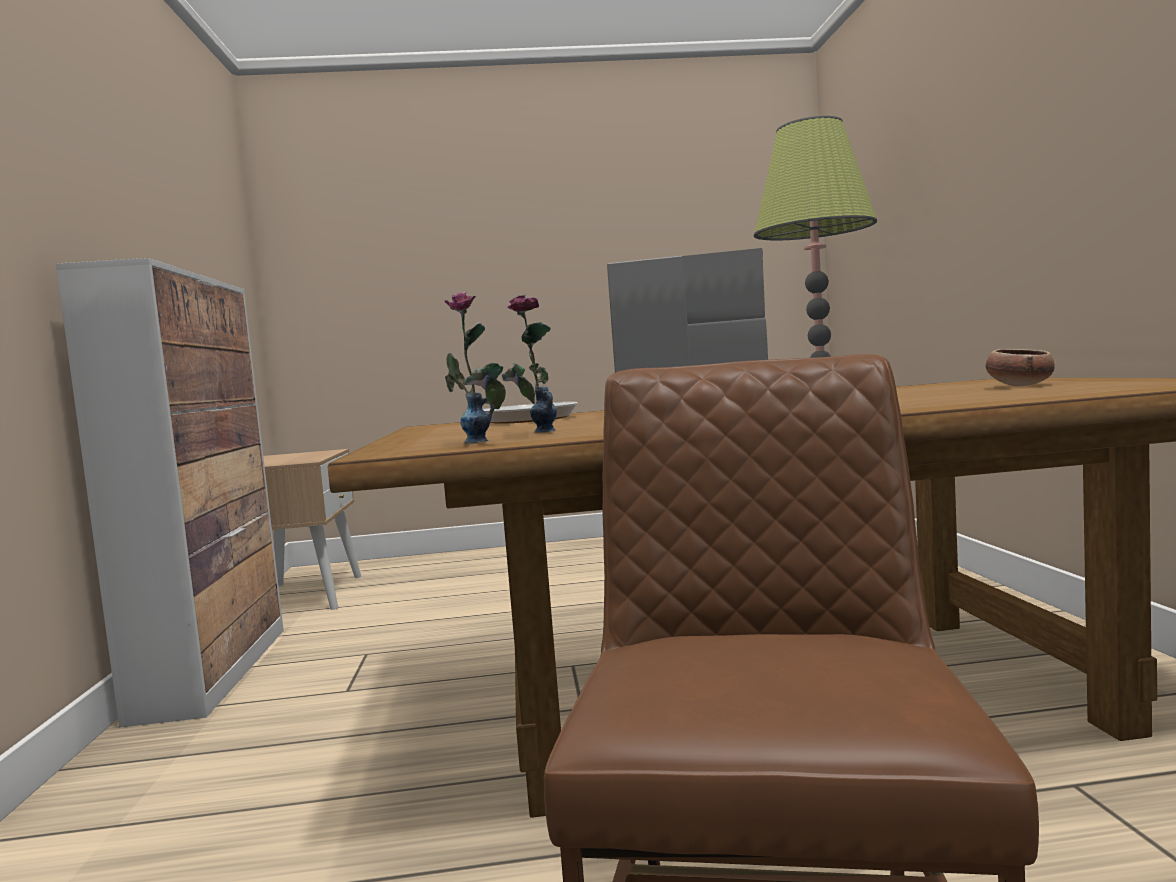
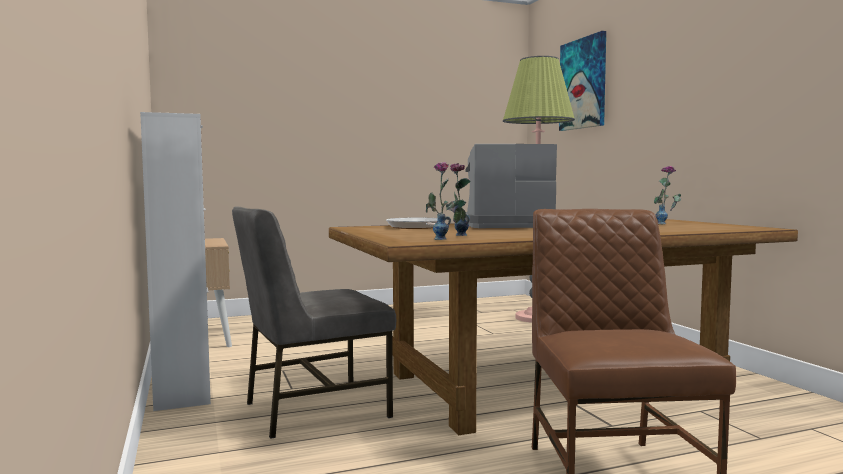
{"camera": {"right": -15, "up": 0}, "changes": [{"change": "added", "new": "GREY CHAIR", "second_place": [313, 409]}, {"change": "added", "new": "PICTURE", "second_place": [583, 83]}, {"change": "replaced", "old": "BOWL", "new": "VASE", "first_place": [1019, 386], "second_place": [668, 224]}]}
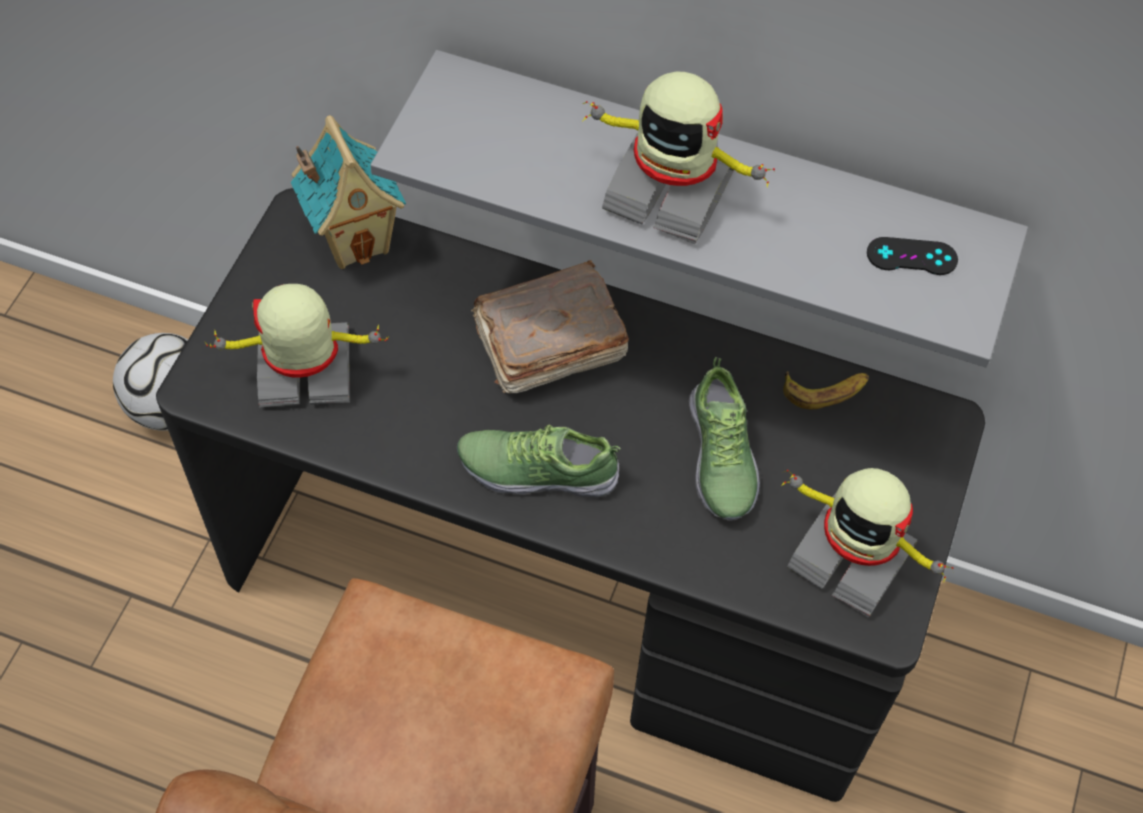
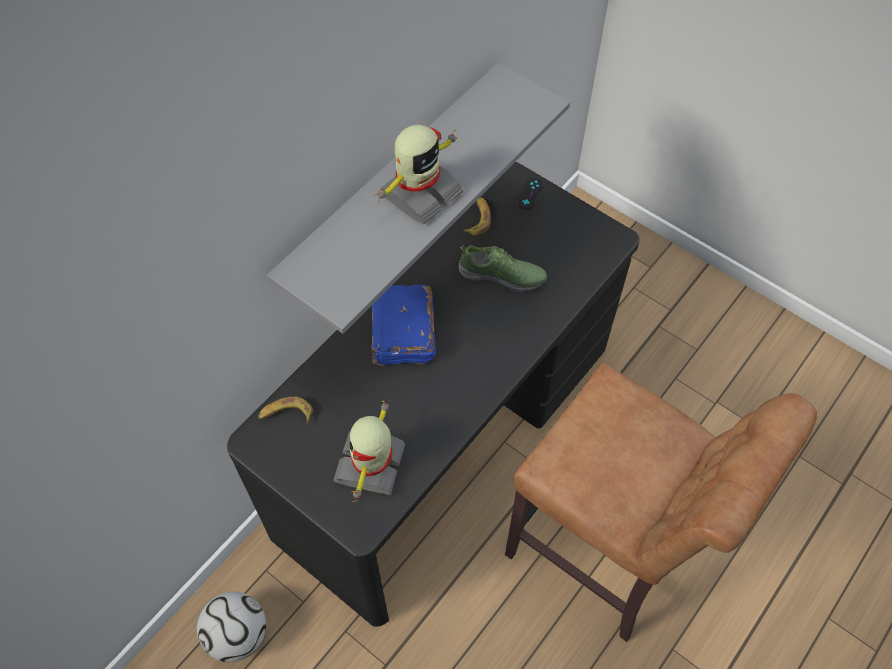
{"camera": {"right": -70, "up": 0}, "changes": [{"change": "replaced", "old": "TOY HOUSE", "new": "BANANA", "first_place": [356, 240], "second_place": [286, 414]}, {"change": "recoloured", "old": "BROWN BOOK", "new": "BLUE BOOK", "first_place": [547, 344], "second_place": [401, 334]}, {"change": "moved", "old": "BLACK GAME CONTROLLER", "first_place": [911, 256], "second_place": [530, 194]}, {"change": "removed", "old": "SHOE", "first_place": [537, 469]}, {"change": "removed", "old": "TOY ROBOT", "first_place": [852, 555]}]}
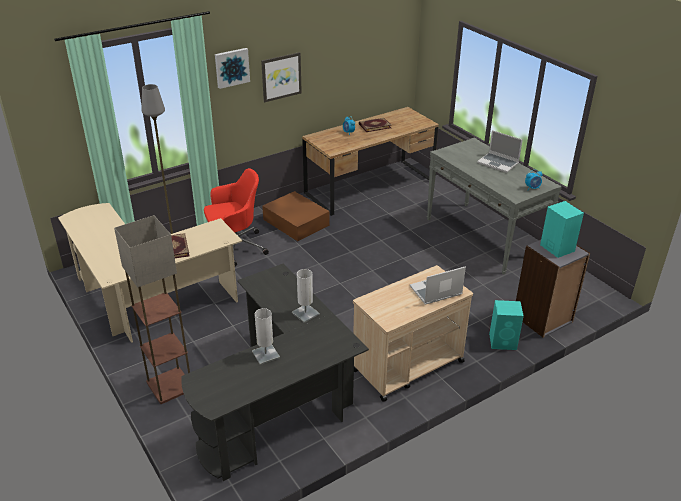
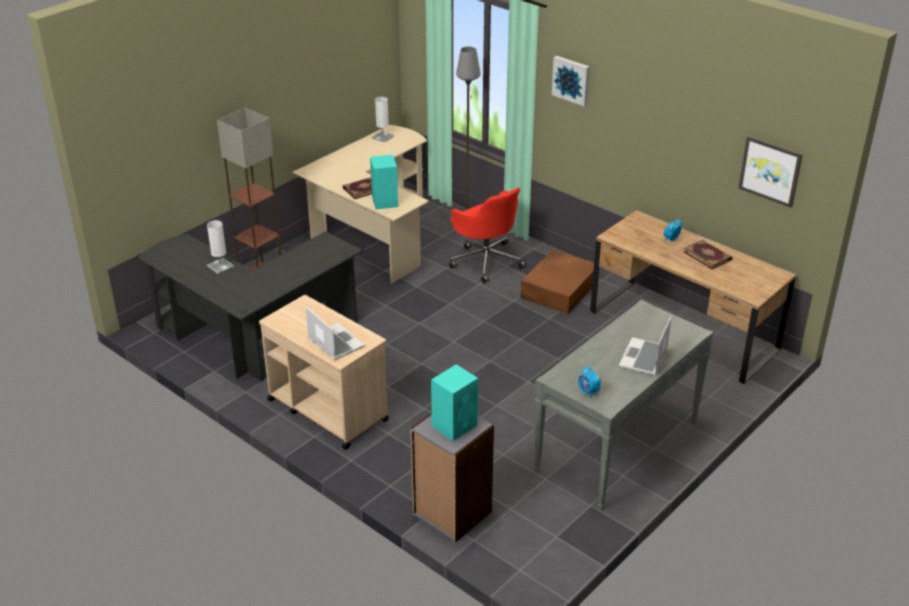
{"camera": {"right": 75, "up": 0}, "changes": [{"change": "moved", "old": "TURQUOISE SPEAKER", "first_place": [503, 342], "second_place": [385, 202]}, {"change": "moved", "old": "WHITE TABLE LAMP", "first_place": [305, 313], "second_place": [382, 137]}, {"change": "moved", "old": "PICTURE", "first_place": [281, 76], "second_place": [770, 171]}]}
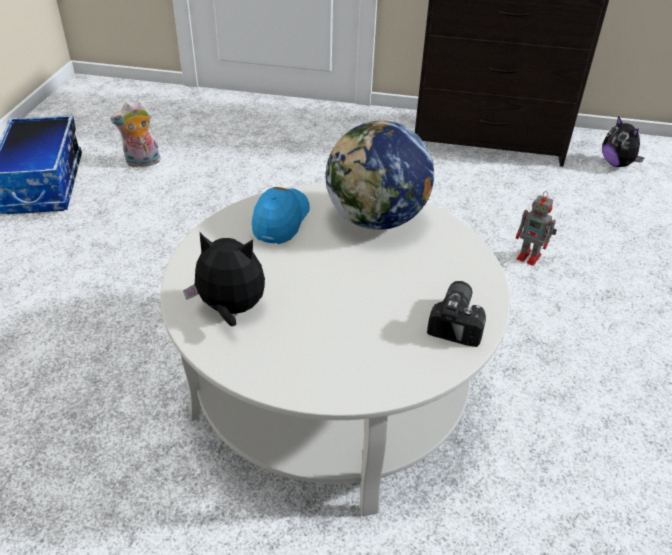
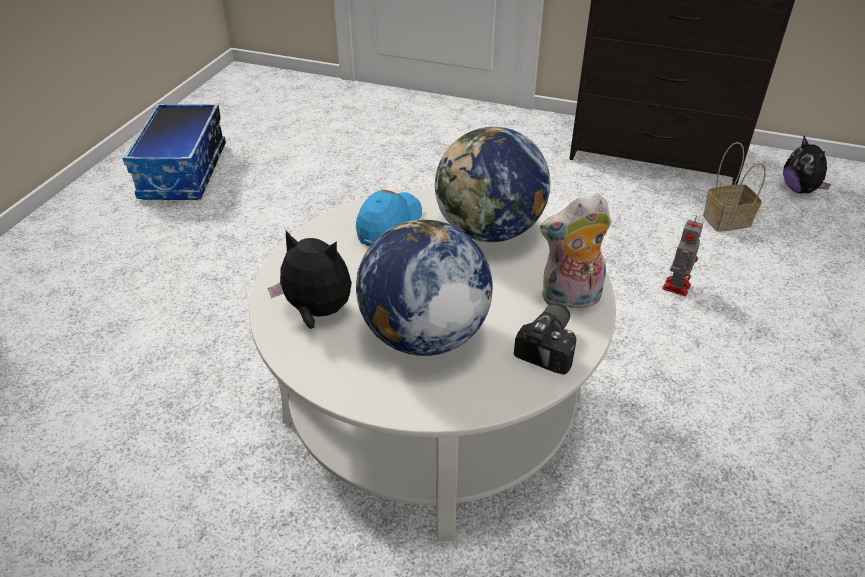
{"camera": {"right": 10, "up": 0}, "changes": [{"change": "added", "new": "GLOBE", "second_place": [423, 336]}, {"change": "moved", "old": "PLUSH TOY", "first_place": [142, 163], "second_place": [570, 299]}, {"change": "turned", "old": "TOY ROBOT", "first_place": [530, 257], "second_place": [676, 286], "degrees": -105}, {"change": "added", "new": "BASKET", "second_place": [727, 220]}]}
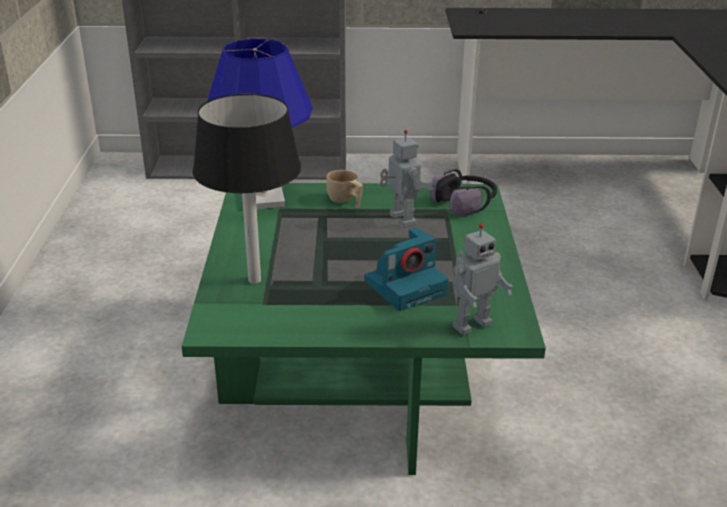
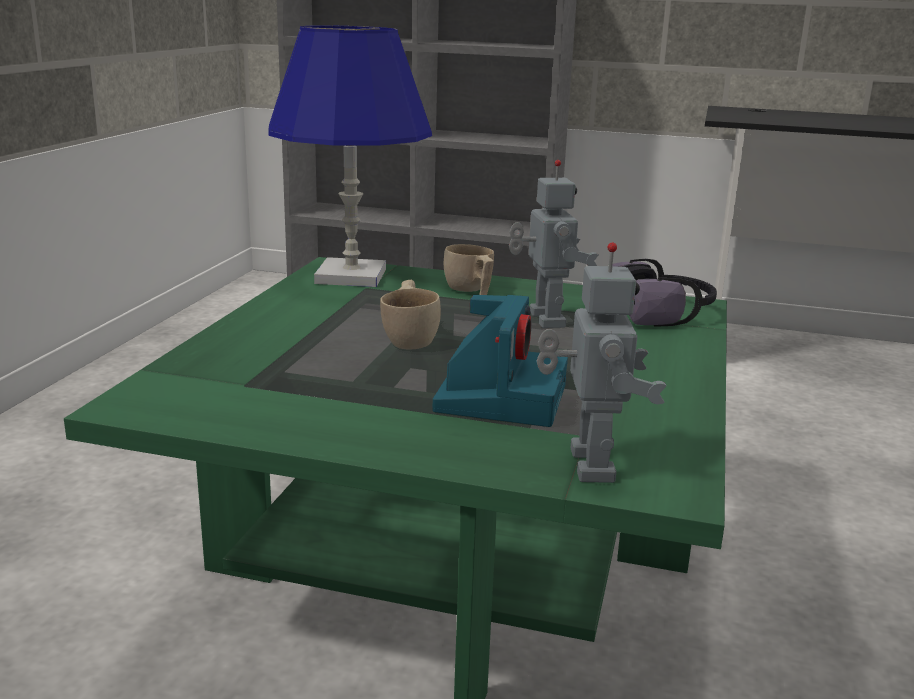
{"camera": {"right": 15, "up": -10}, "changes": [{"change": "added", "new": "BEIGE CUP", "second_place": [411, 338]}, {"change": "turned", "old": "PHOTO CAMERA", "first_place": [406, 286], "second_place": [500, 396], "degrees": -60}, {"change": "turned", "old": "TOY ROBOT", "first_place": [471, 324], "second_place": [587, 465], "degrees": -75}, {"change": "removed", "old": "BLACK TABLE LAMP", "first_place": [255, 280]}]}
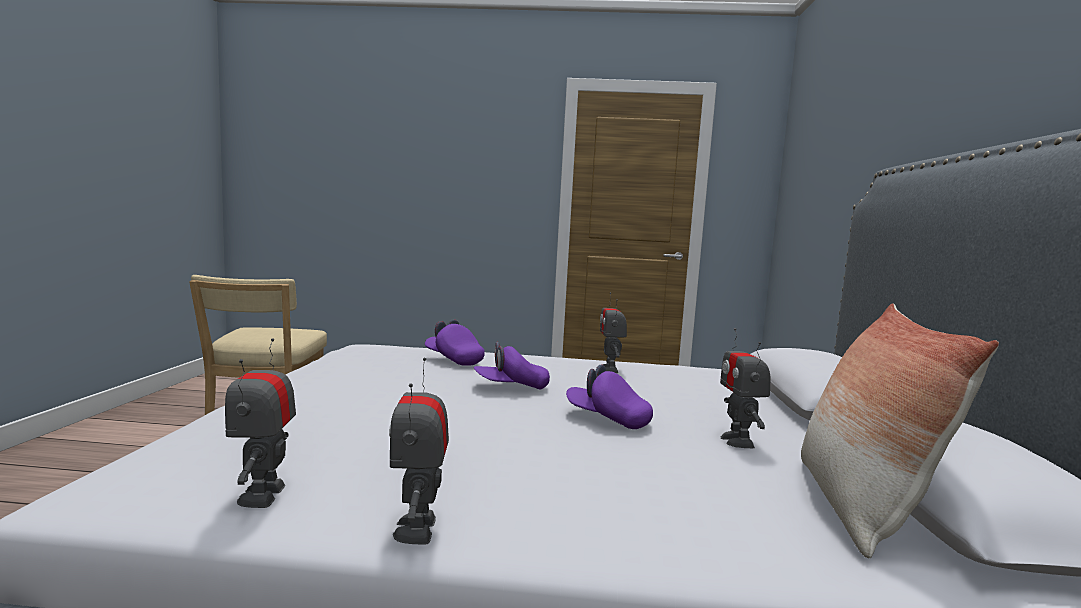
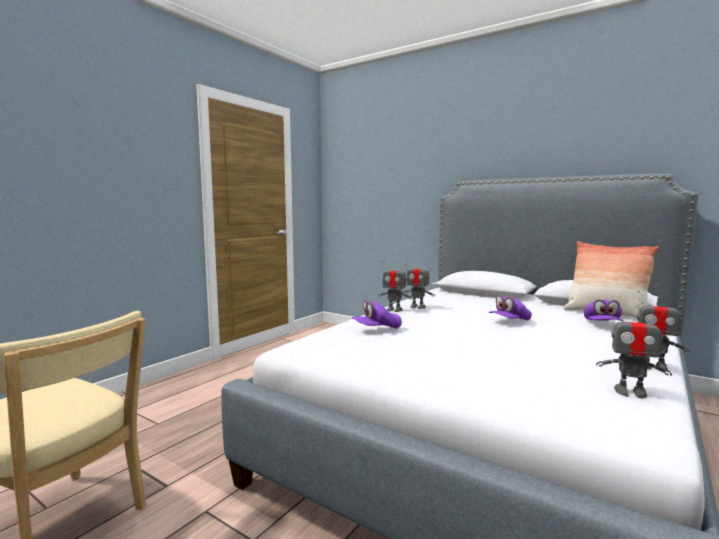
{"camera": {"right": -60, "up": 0}, "changes": [{"change": "moved", "old": "TOY ROBOT", "first_place": [738, 441], "second_place": [394, 310]}, {"change": "moved", "old": "PURPLE CAP", "first_place": [511, 387], "second_place": [602, 325]}]}
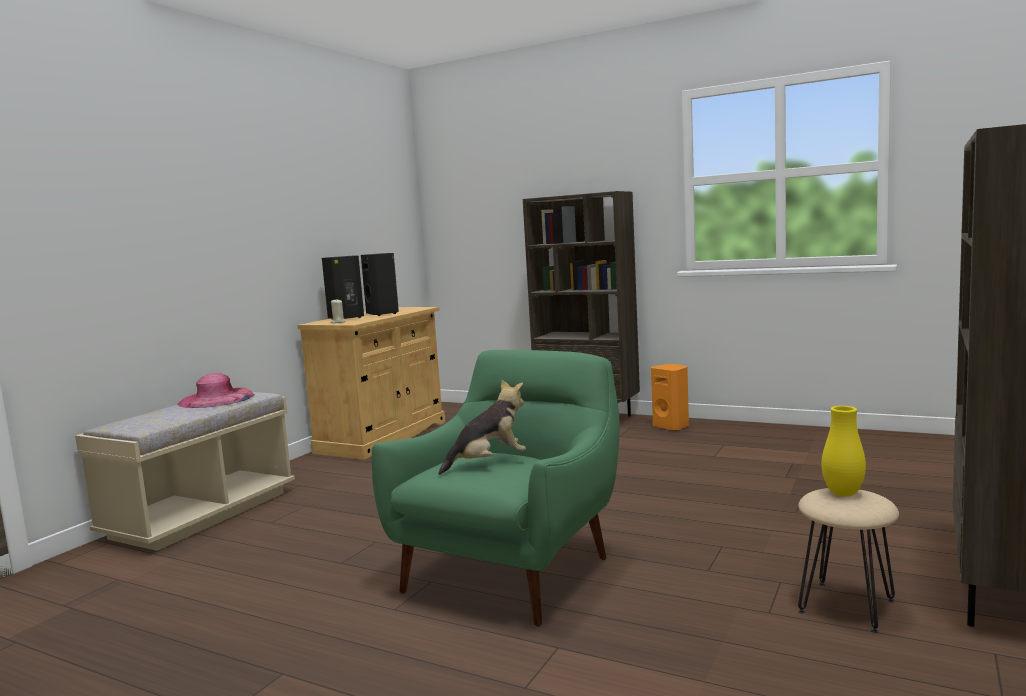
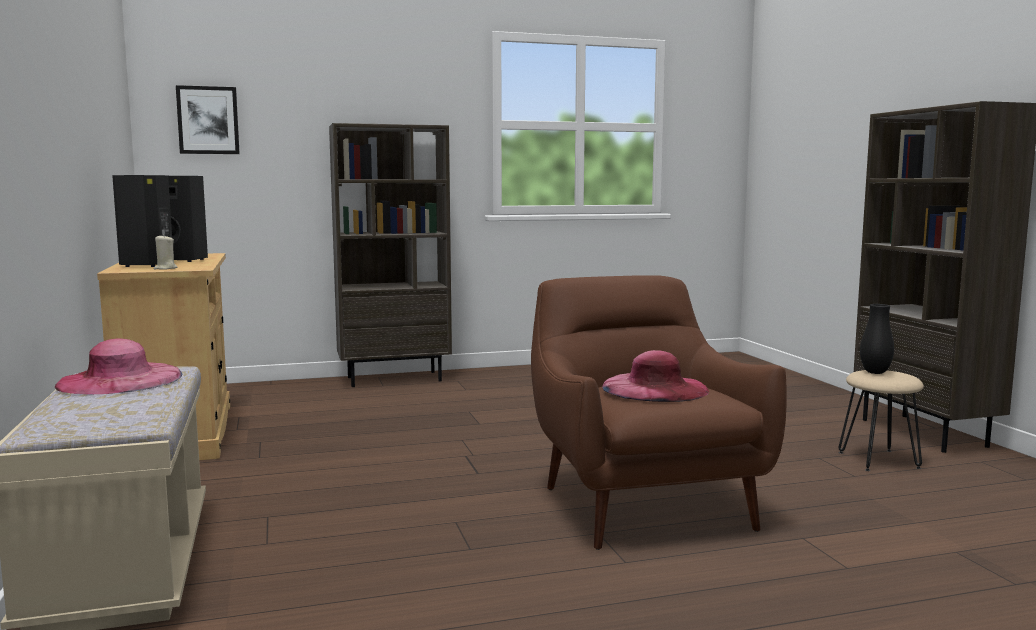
{"camera": {"right": -45, "up": 0}, "changes": [{"change": "added", "new": "PICTURE", "second_place": [208, 120]}, {"change": "recoloured", "old": "GREEN ARMCHAIR", "new": "BROWN ARMCHAIR", "first_place": [512, 570], "second_place": [642, 504]}, {"change": "replaced", "old": "PLUSH TOY", "new": "PINK HAT", "first_place": [488, 463], "second_place": [655, 388]}, {"change": "recoloured", "old": "YELLOW VASE", "new": "BLACK VASE", "first_place": [843, 493], "second_place": [875, 372]}, {"change": "removed", "old": "ORANGE SPEAKER", "first_place": [672, 426]}]}
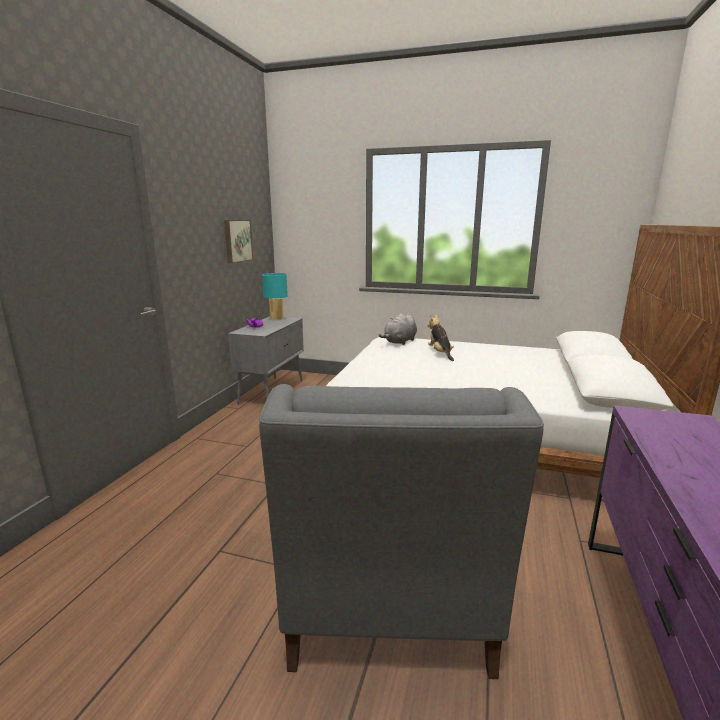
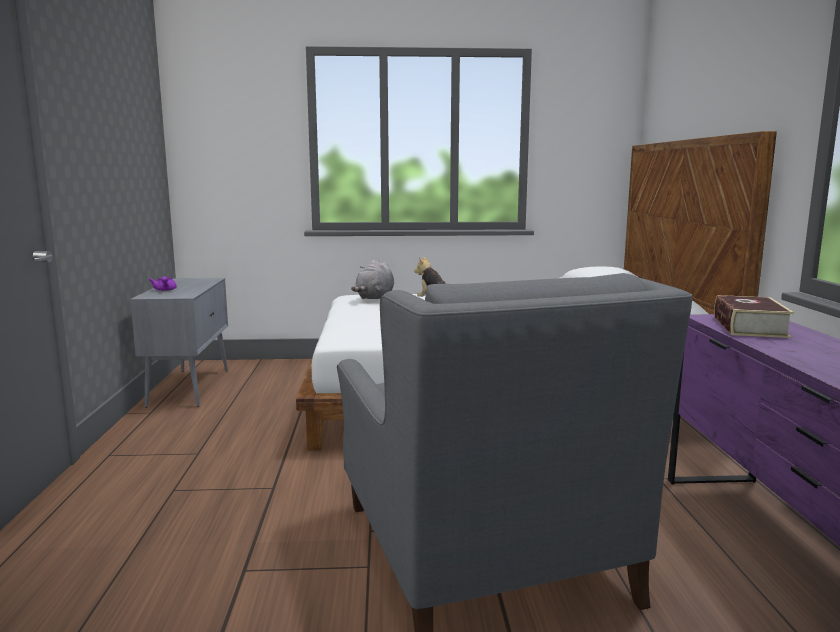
{"camera": {"right": -20, "up": -5}, "changes": [{"change": "added", "new": "BOOK", "second_place": [749, 327]}, {"change": "removed", "old": "PICTURE", "first_place": [237, 240]}, {"change": "removed", "old": "TURQUOISE TABLE LAMP", "first_place": [277, 318]}]}
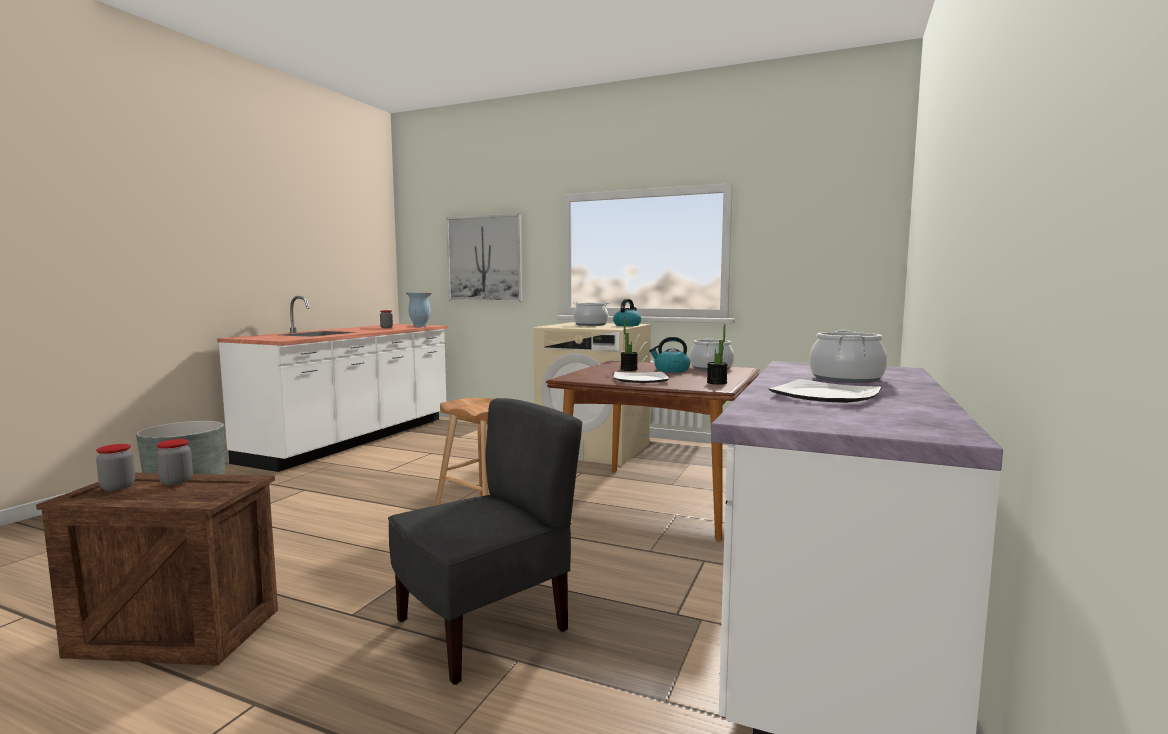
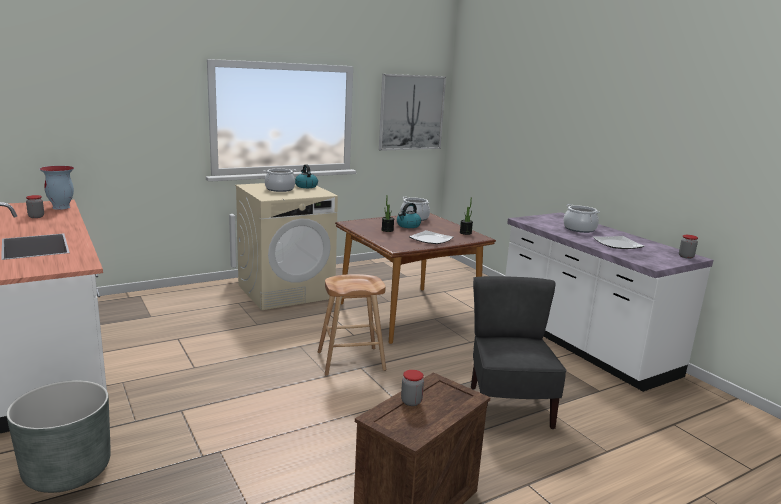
{"camera": {"right": -55, "up": 10}, "changes": [{"change": "moved", "old": "PICTURE", "first_place": [484, 259], "second_place": [411, 112]}, {"change": "moved", "old": "JAR", "first_place": [117, 487], "second_place": [686, 257]}]}
